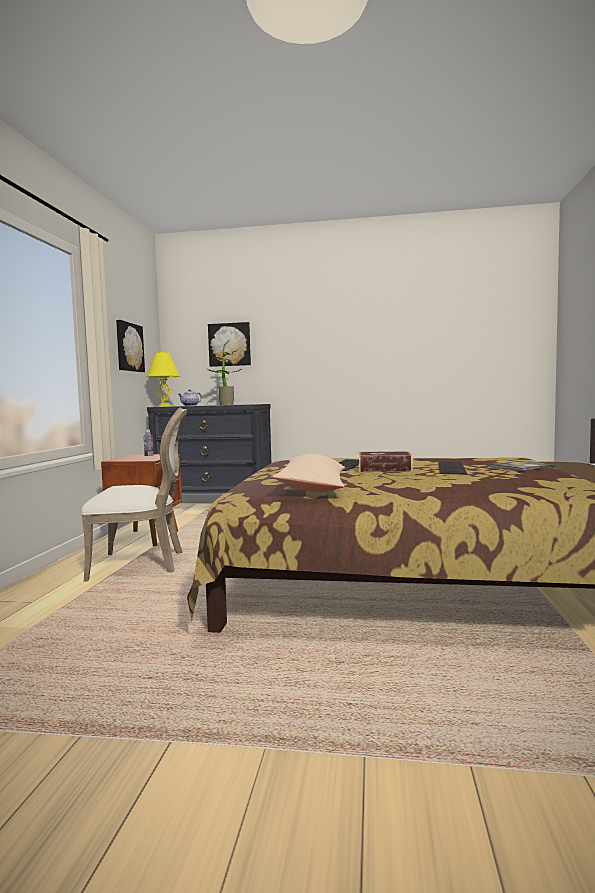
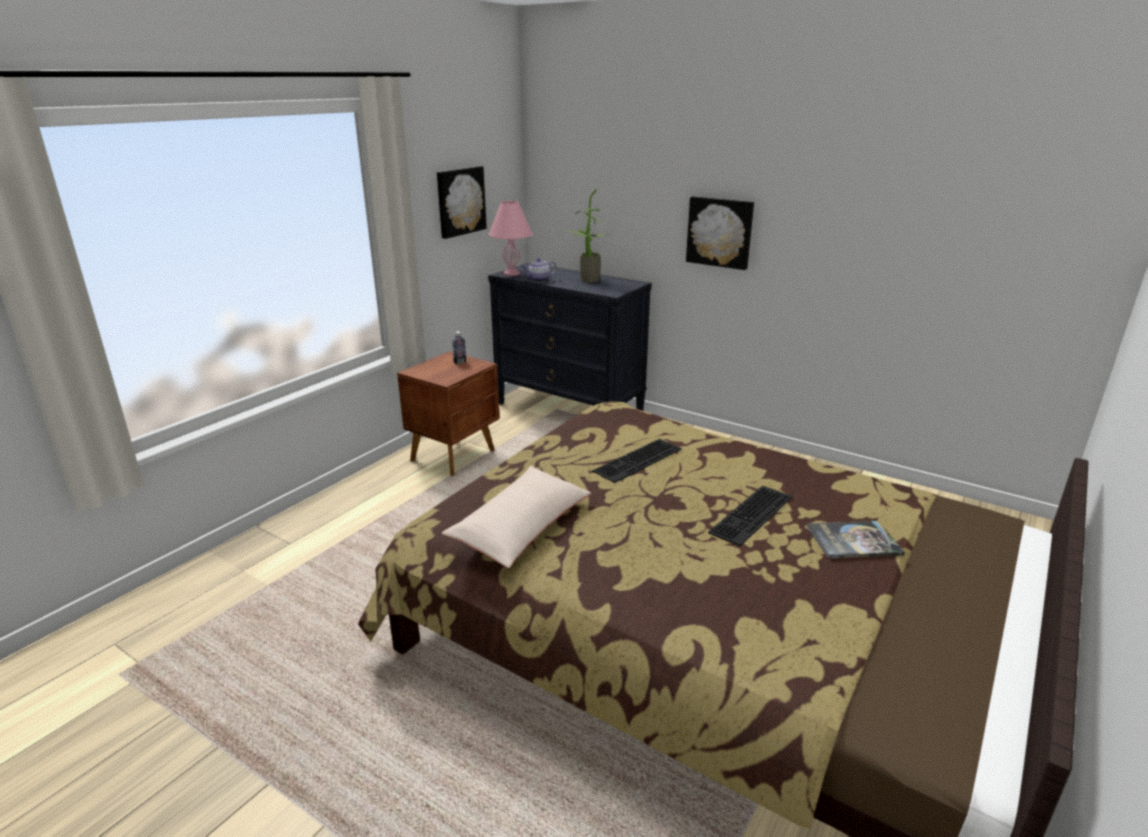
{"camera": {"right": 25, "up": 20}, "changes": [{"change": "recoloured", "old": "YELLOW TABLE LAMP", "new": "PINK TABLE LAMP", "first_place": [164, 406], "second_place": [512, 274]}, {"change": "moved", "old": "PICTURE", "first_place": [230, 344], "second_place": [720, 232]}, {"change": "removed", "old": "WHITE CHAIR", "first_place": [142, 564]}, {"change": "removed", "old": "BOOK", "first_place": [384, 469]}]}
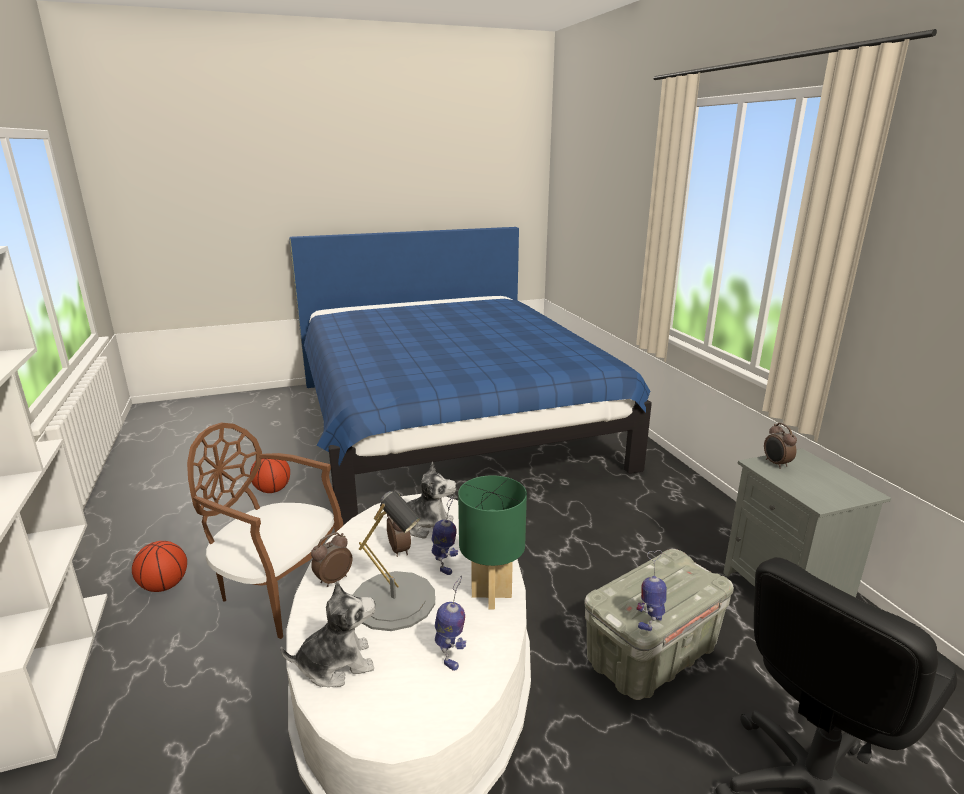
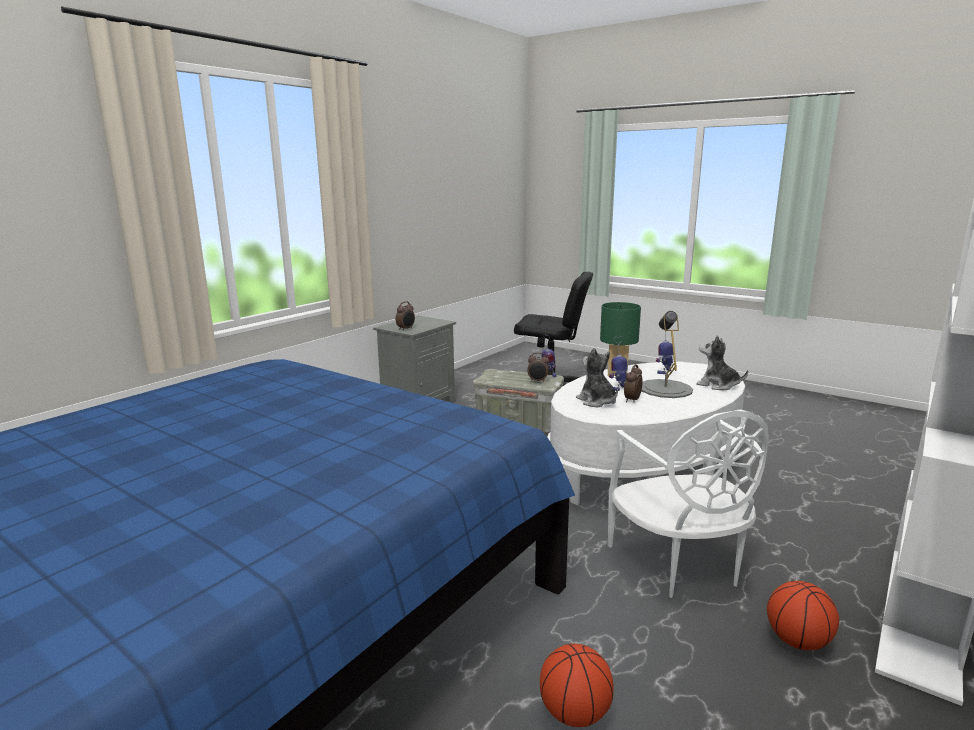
{"camera": {"right": -125, "up": -5}, "changes": [{"change": "moved", "old": "ALARM CLOCK", "first_place": [333, 579], "second_place": [537, 381]}, {"change": "recoloured", "old": "BROWN CHAIR", "new": "WHITE CHAIR", "first_place": [278, 590], "second_place": [679, 564]}]}
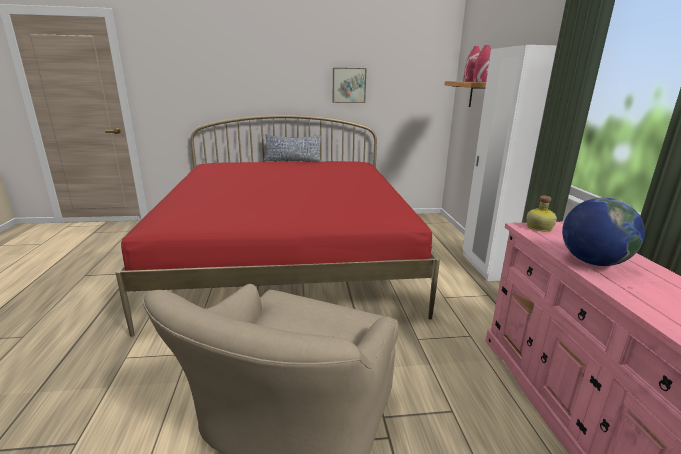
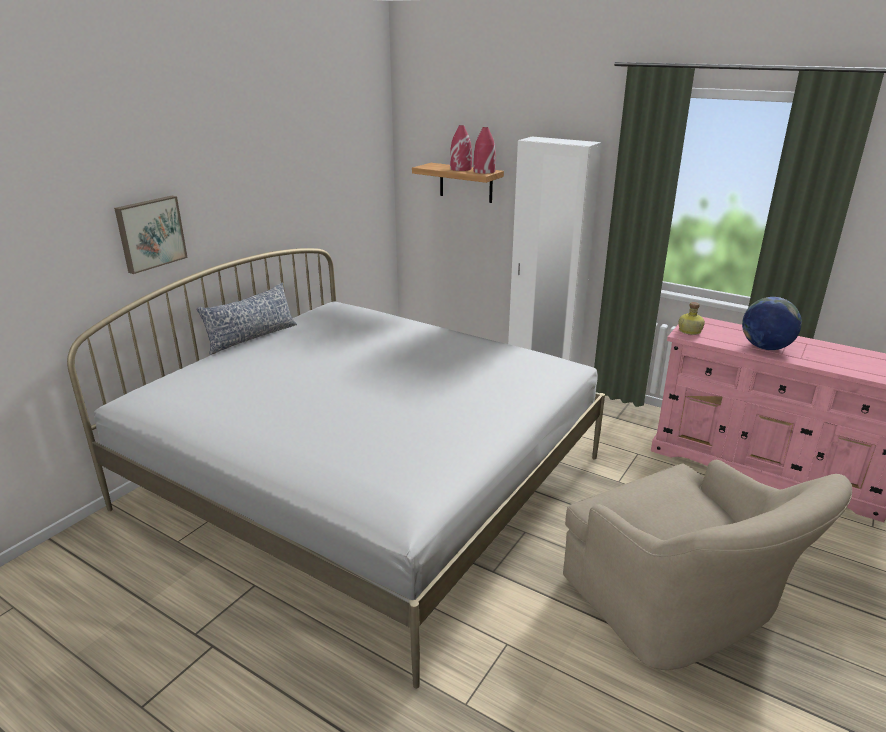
{"camera": {"right": -50, "up": 5}, "changes": [{"change": "recoloured", "old": "RED BED", "new": "WHITE BED", "first_place": [288, 257], "second_place": [365, 482]}, {"change": "moved", "old": "PICTURE", "first_place": [348, 85], "second_place": [150, 233]}]}
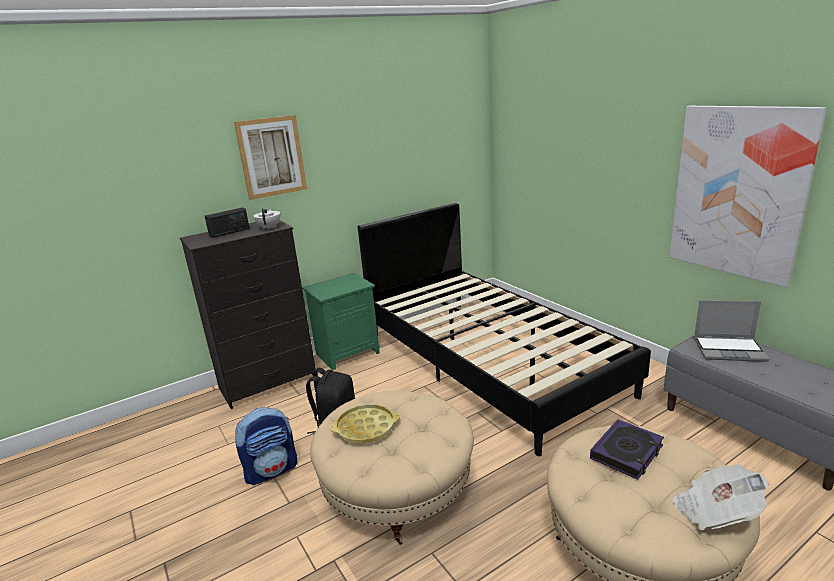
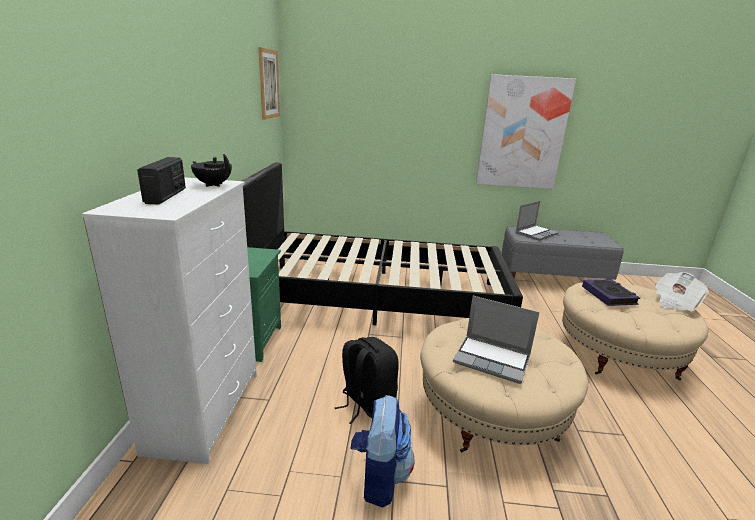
{"camera": {"right": -55, "up": 0}, "changes": [{"change": "recoloured", "old": "BLACK DRESSER", "new": "WHITE DRESSER", "first_place": [269, 383], "second_place": [206, 410]}, {"change": "recoloured", "old": "WHITE TEAPOT", "new": "BLACK TEAPOT", "first_place": [269, 227], "second_place": [213, 185]}, {"change": "moved", "old": "PICTURE", "first_place": [272, 157], "second_place": [269, 84]}, {"change": "replaced", "old": "YELLOW TRAY", "new": "LAPTOP", "first_place": [366, 428], "second_place": [493, 360]}]}
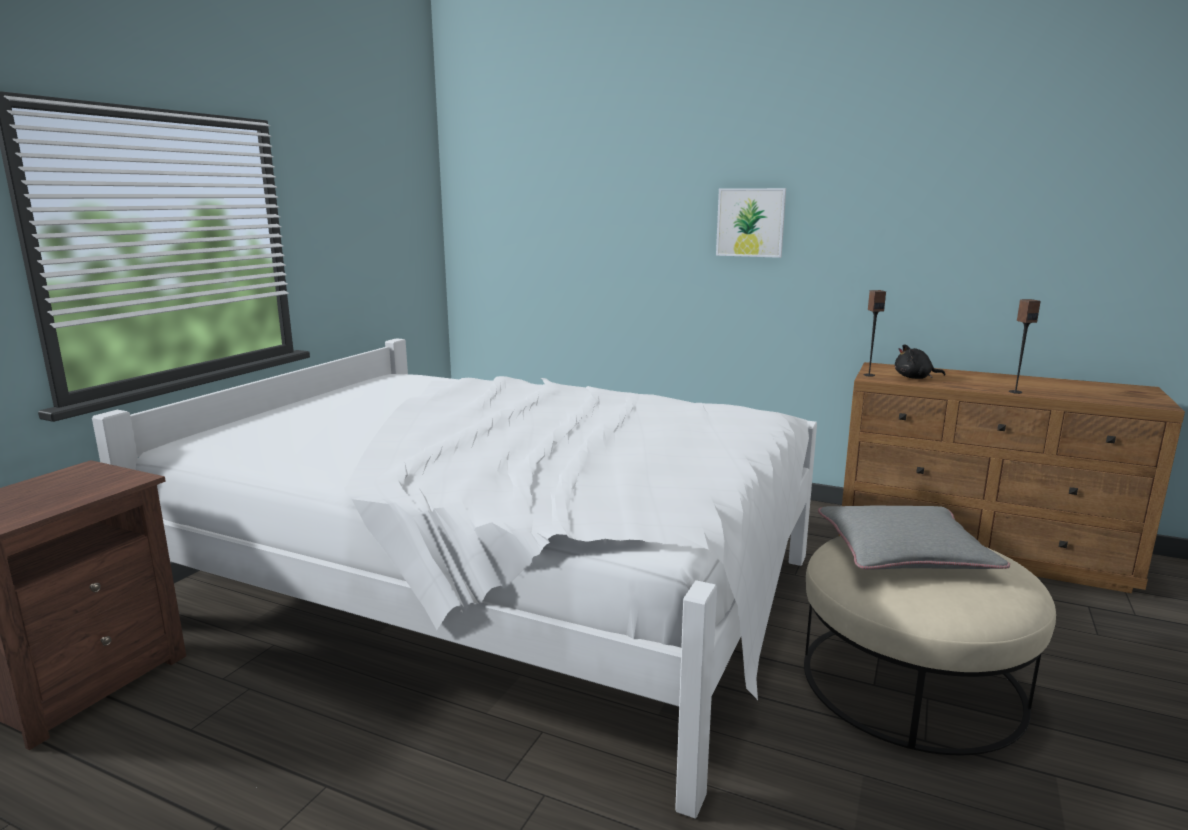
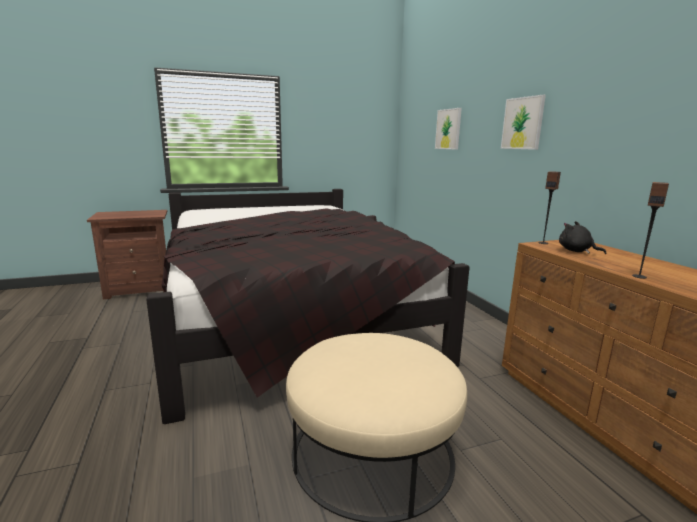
{"camera": {"right": 45, "up": 0}, "changes": [{"change": "recoloured", "old": "WHITE BED", "new": "BLACK BED", "first_place": [503, 588], "second_place": [288, 314]}, {"change": "added", "new": "PICTURE", "second_place": [448, 129]}, {"change": "removed", "old": "GREY PILLOW", "first_place": [903, 551]}]}
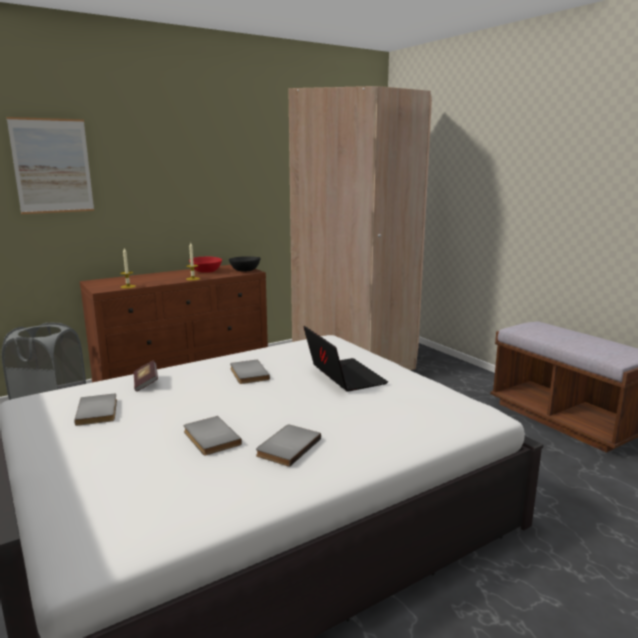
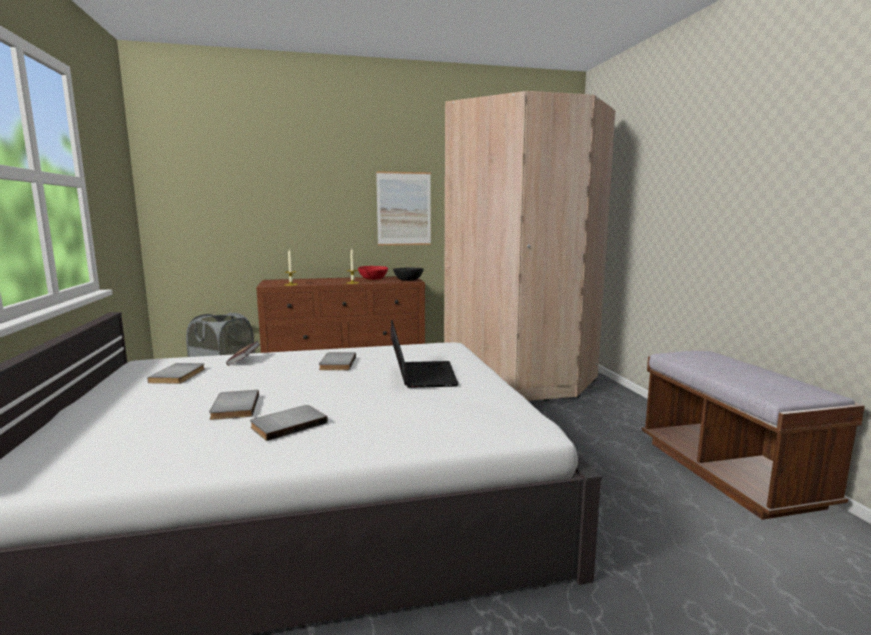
{"camera": {"right": 20, "up": -5}, "changes": [{"change": "moved", "old": "PICTURE", "first_place": [52, 166], "second_place": [404, 209]}]}
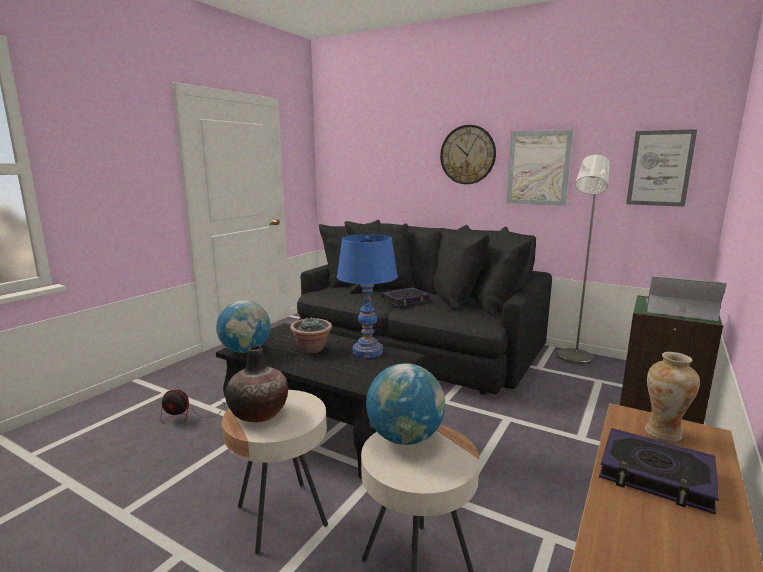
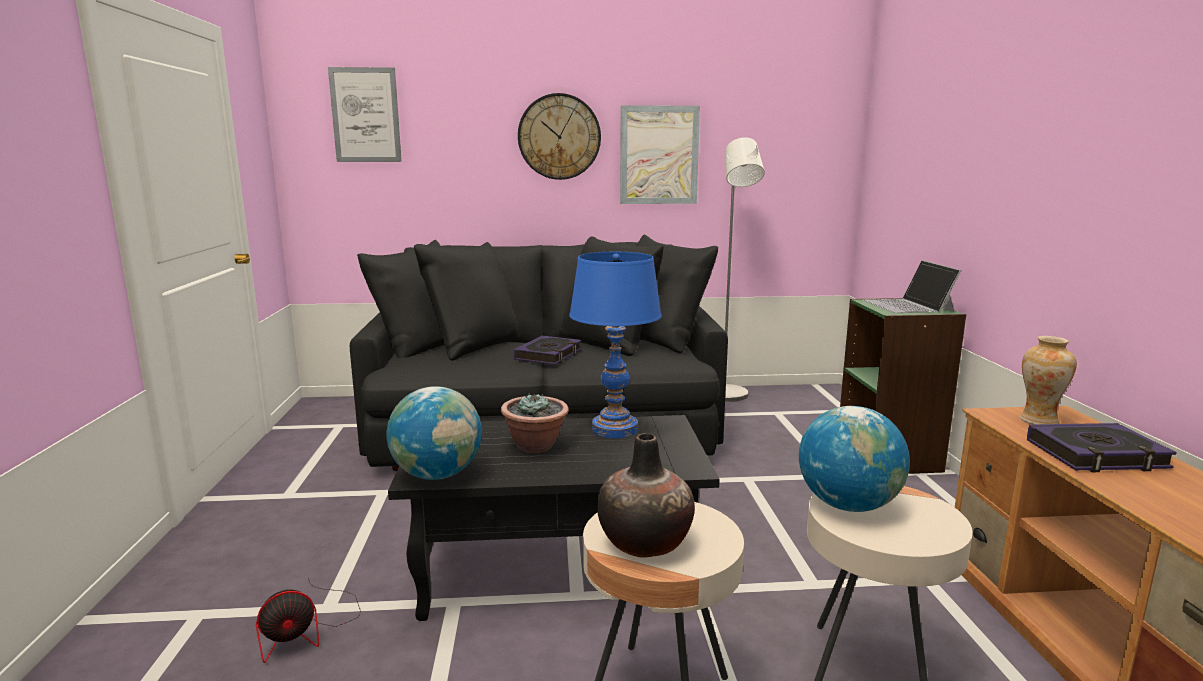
{"camera": {"right": -35, "up": 0}, "changes": [{"change": "moved", "old": "PICTURE", "first_place": [660, 168], "second_place": [365, 115]}, {"change": "turned", "old": "LAPTOP", "first_place": [678, 309], "second_place": [908, 306], "degrees": -90}]}
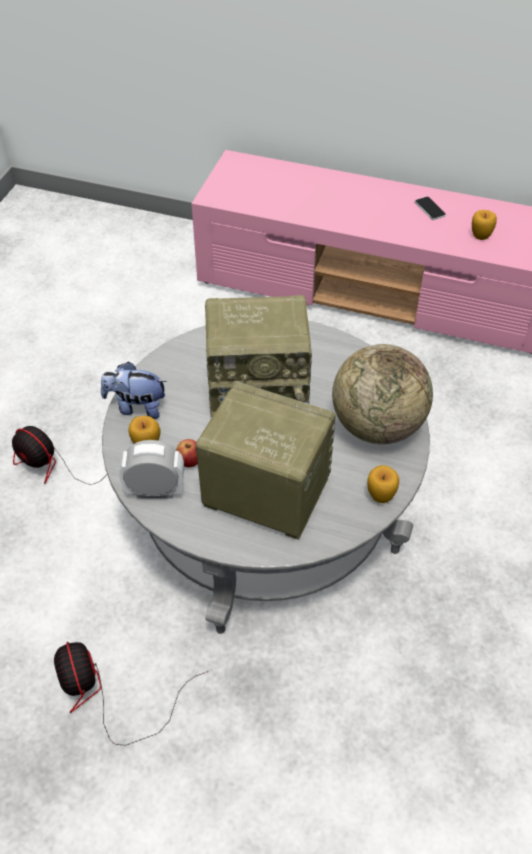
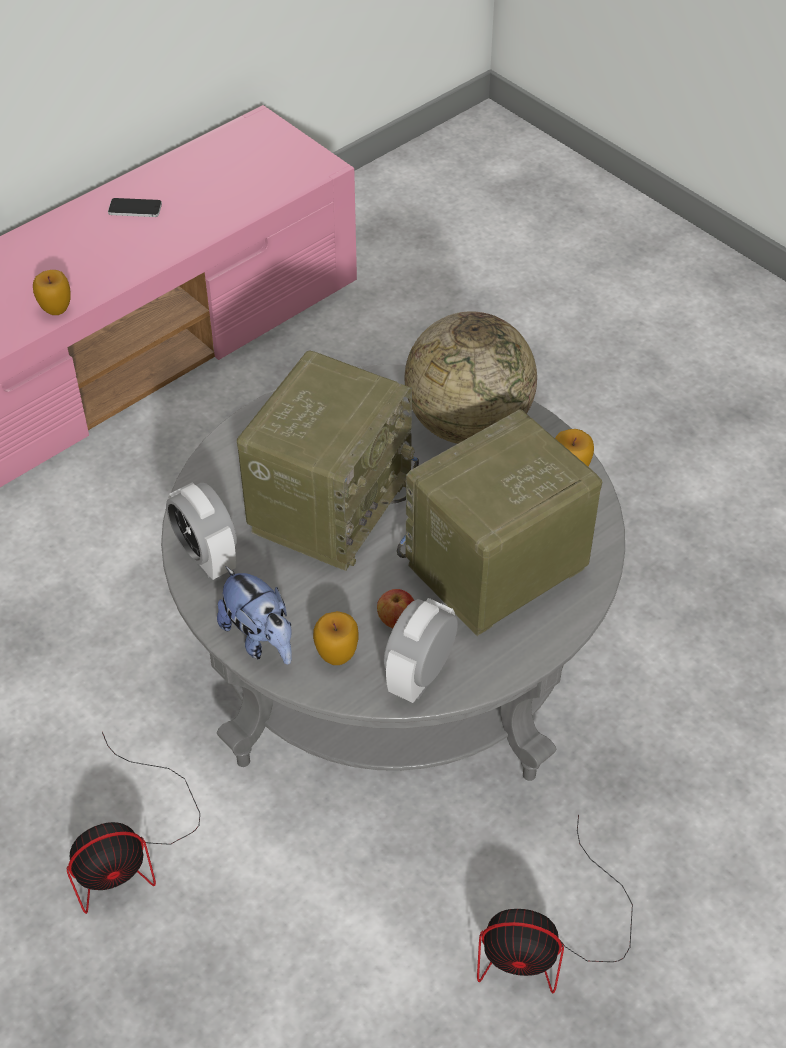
{"camera": {"right": -60, "up": 0}, "changes": [{"change": "moved", "old": "APPLE", "first_place": [480, 236], "second_place": [56, 309]}, {"change": "added", "new": "ALARM CLOCK", "second_place": [206, 557]}, {"change": "turned", "old": "PLUSH TOY", "first_place": [136, 407], "second_place": [260, 639], "degrees": -75}]}
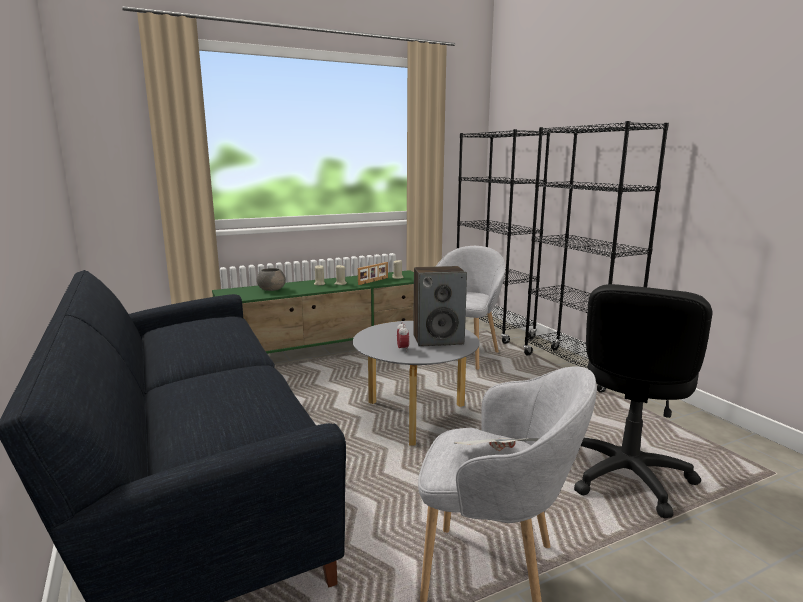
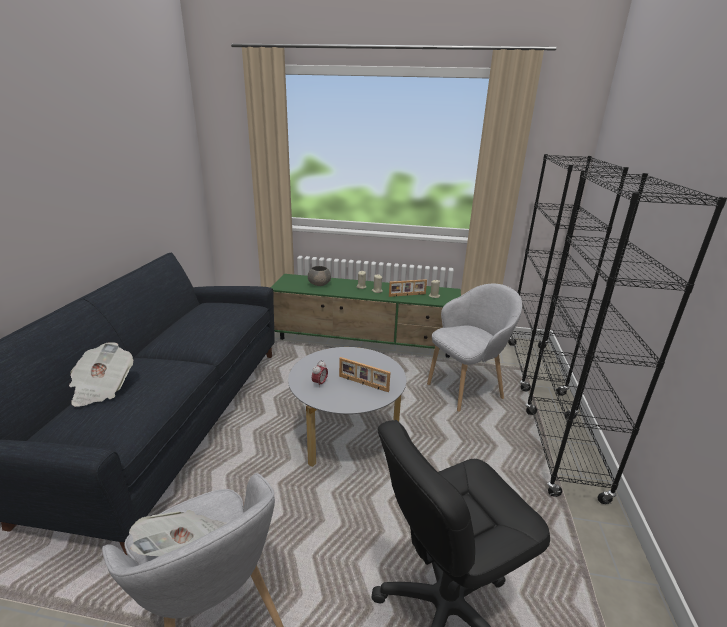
{"camera": {"right": 35, "up": 10}, "changes": [{"change": "added", "new": "NEWSPAPER", "second_place": [102, 388]}, {"change": "replaced", "old": "SPEAKER", "new": "PICTURE FRAME", "first_place": [438, 340], "second_place": [363, 384]}]}
